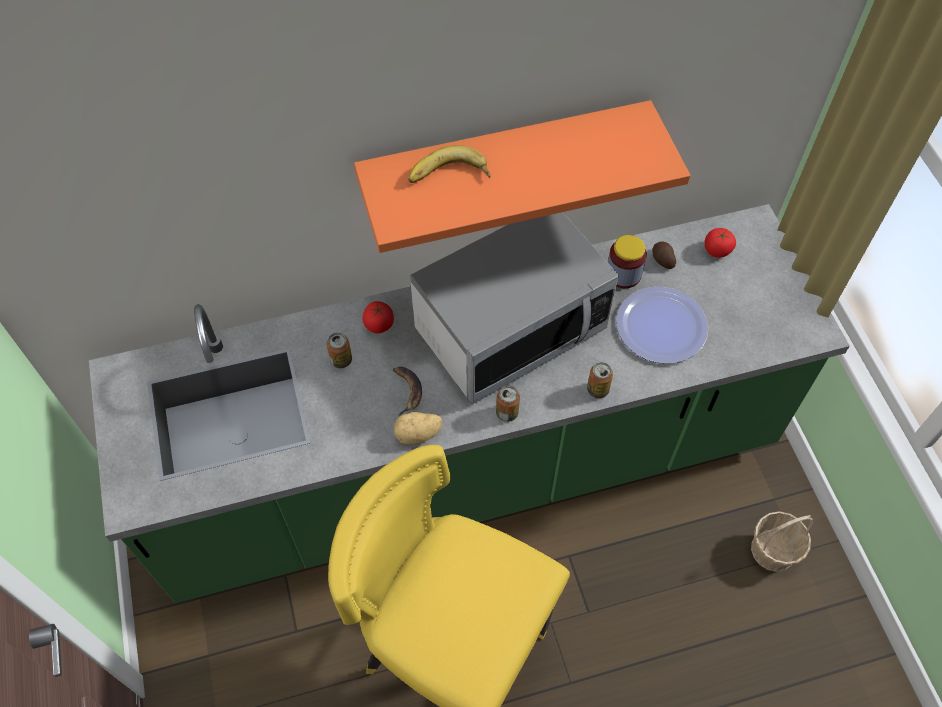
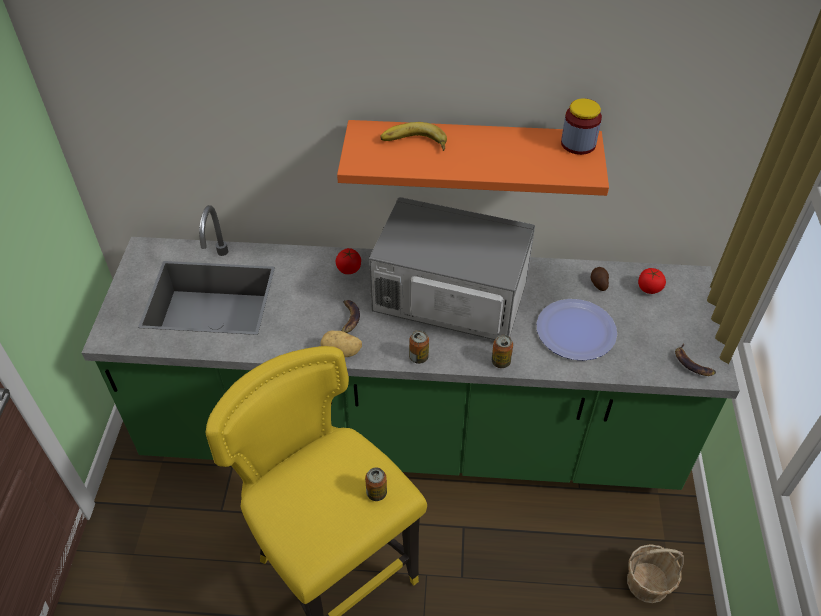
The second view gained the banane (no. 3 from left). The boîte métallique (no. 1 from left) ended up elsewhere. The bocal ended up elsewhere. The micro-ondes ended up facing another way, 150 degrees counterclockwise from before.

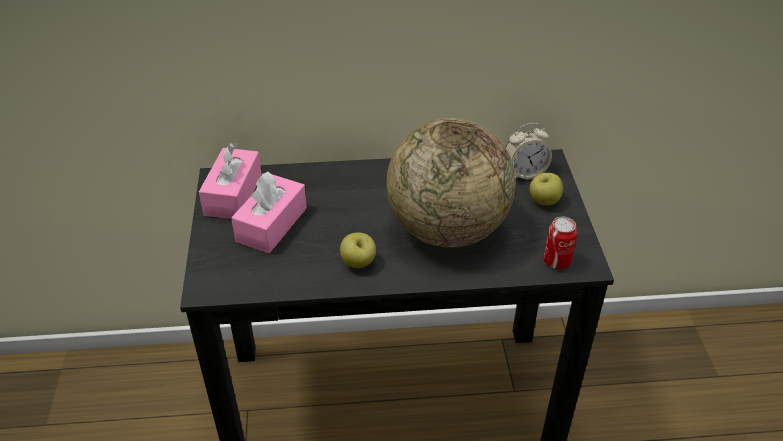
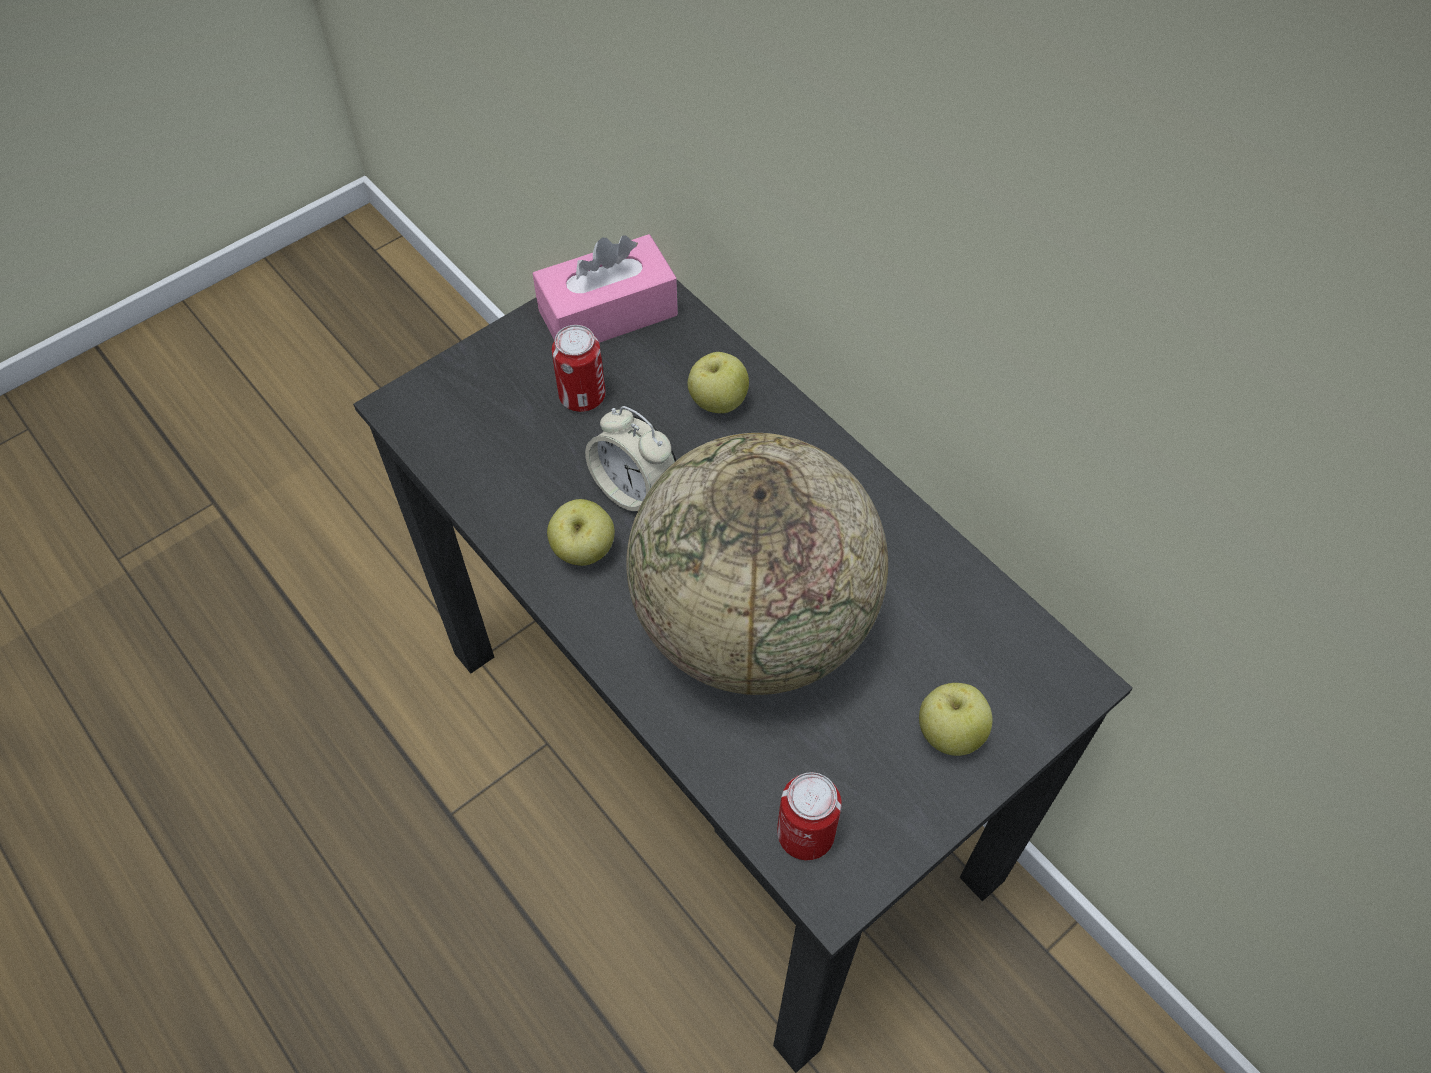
The second view gained the pomme (no. 2 from left). The réveil ended up elsewhere. Where the boîte à mouchoirs [rose] (no. 2 from left) stood, the boîte métallique (no. 1 from left) came to stand.

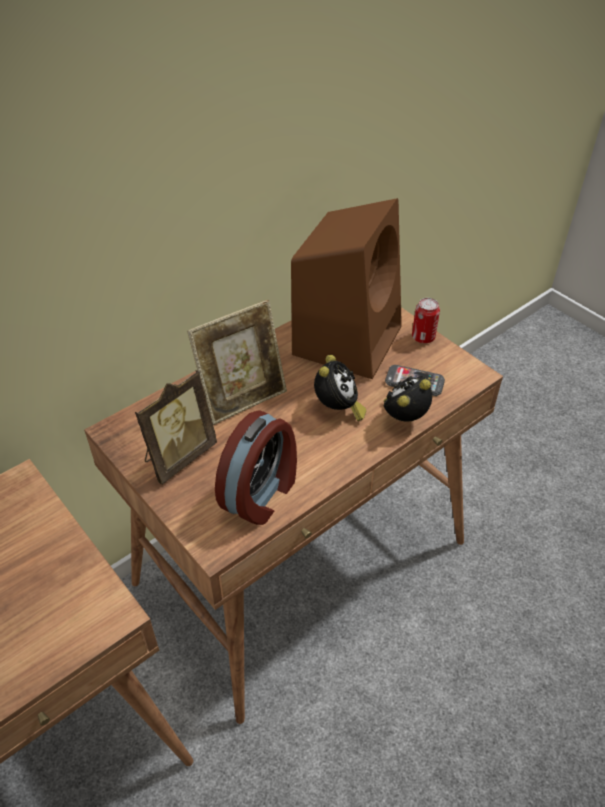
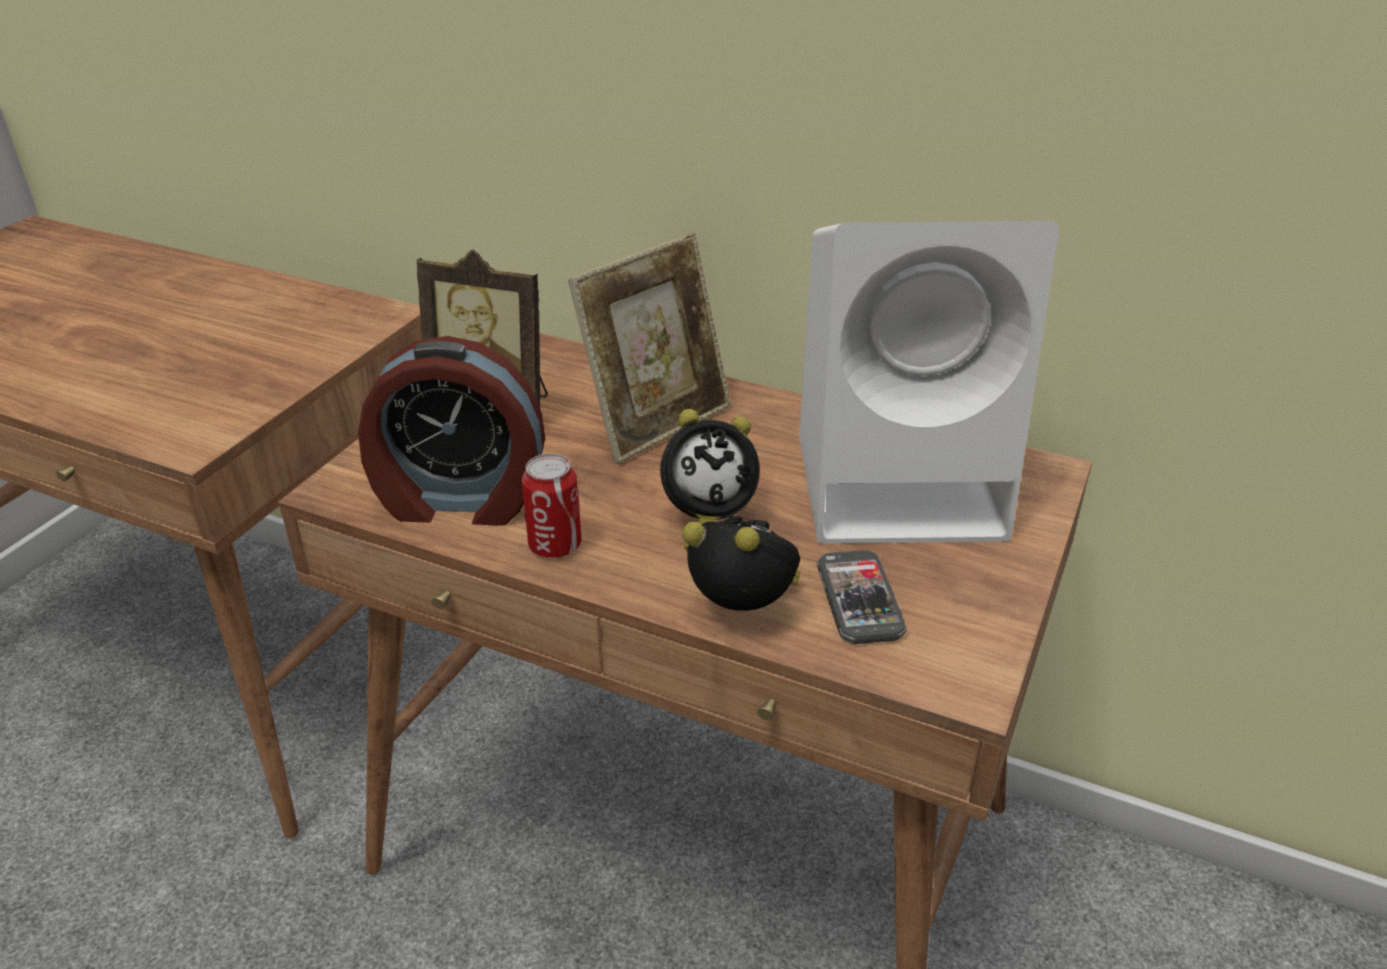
The boîte métallique ended up elsewhere. What was the enceinte [marron] turned into the enceinte [blanc]. The cadre photo (no. 2 from left) ended up facing another way, 75 degrees counterclockwise from before.

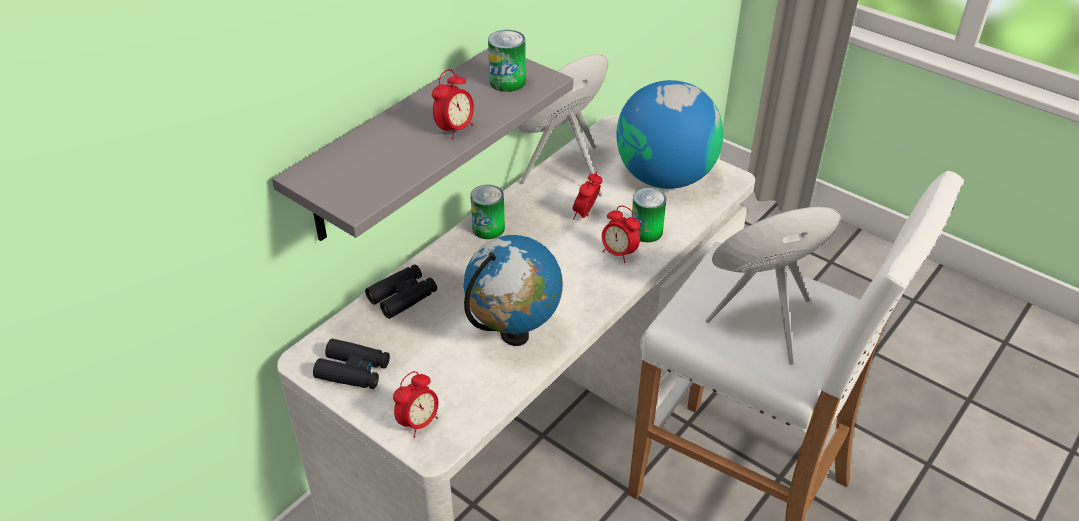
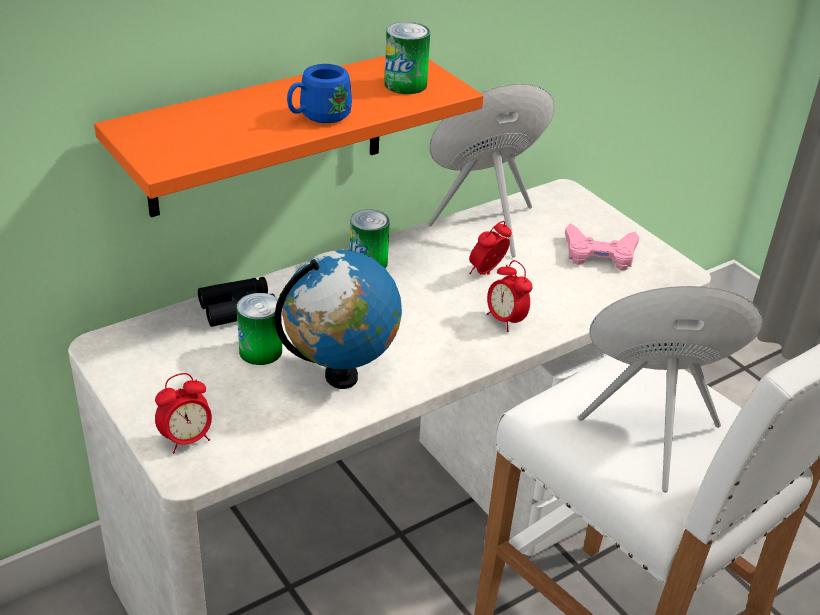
The second view lost the jumelles [noir] (no. 1 from left). The boîte métallique (no. 3 from left in the first image) ended up elsewhere. Where the réveil (no. 2 from left) stood, the mug [bleu] came to stand. Where the globe (no. 2 from left) stood, the manette [rose] came to stand. What was the étagère [gris] turned into the étagère [orange].

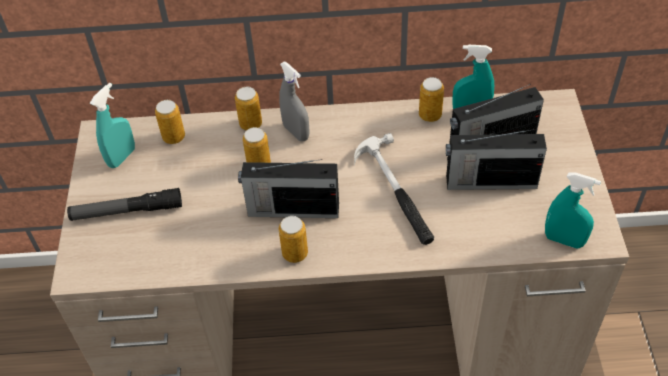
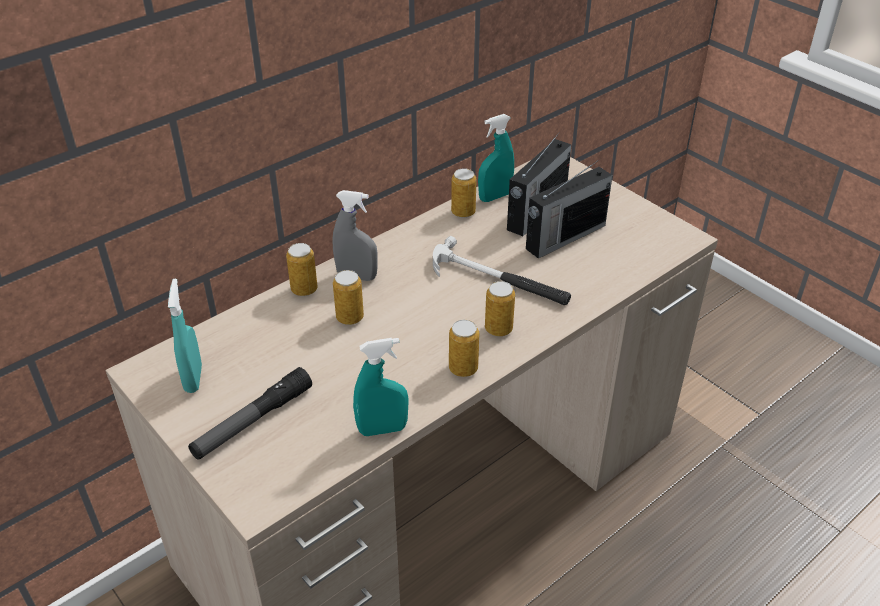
The second view lost the radio (no. 1 from left). The boîte métallique (no. 1 from left in the first image) ended up elsewhere. The vaporisateur [turquoise] (no. 3 from left in the first image) ended up elsewhere.

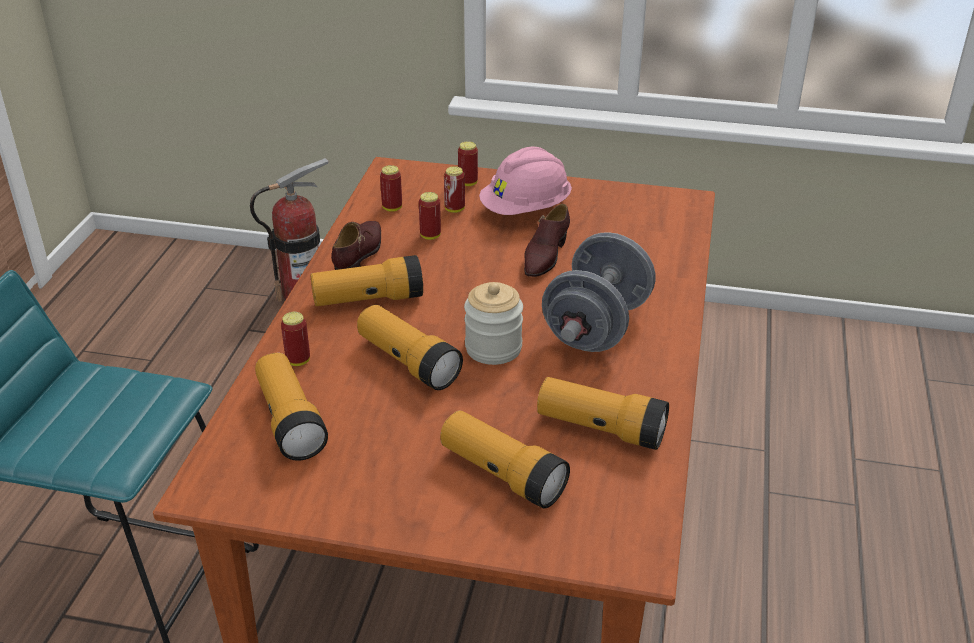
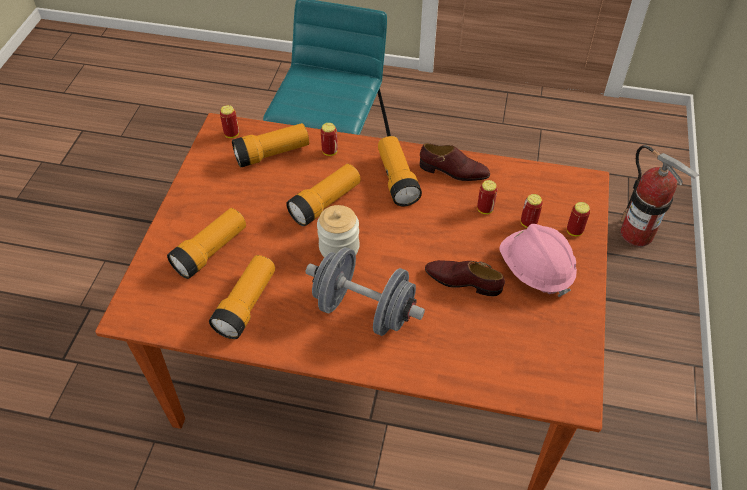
The boîte métallique (no. 2 from left in the first image) ended up elsewhere.

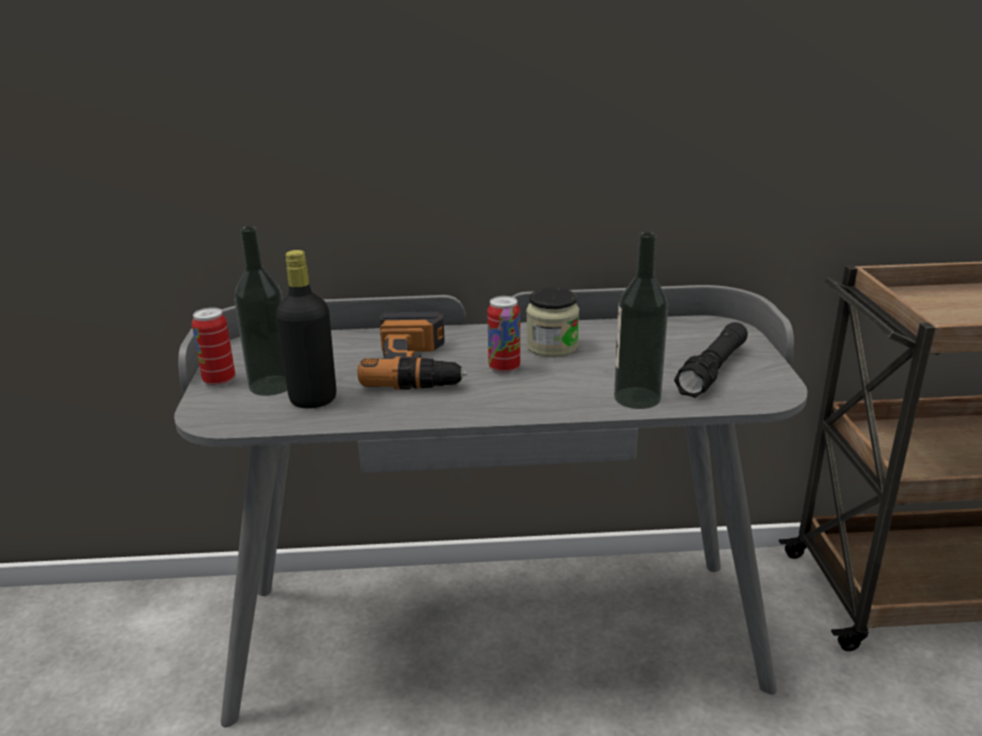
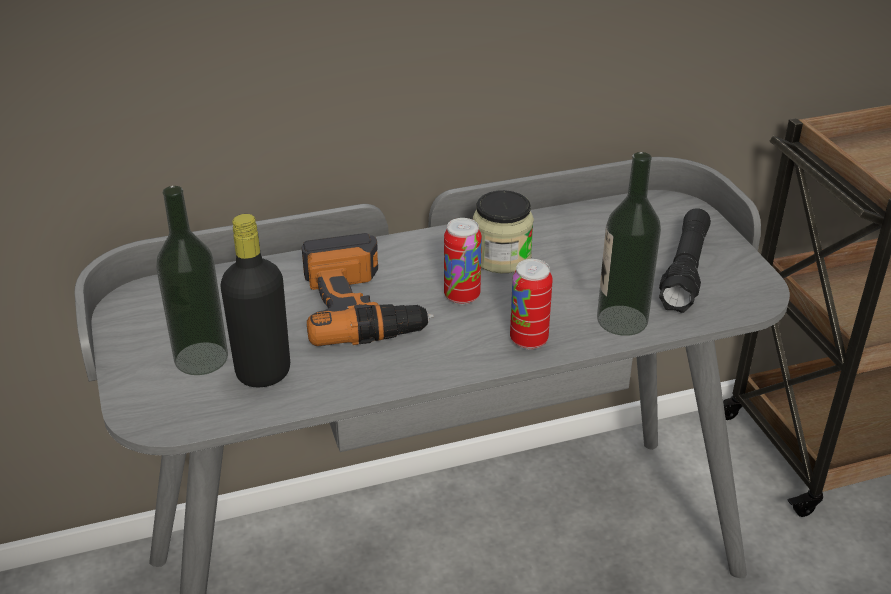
The boîte métallique (no. 1 from left in the first image) ended up elsewhere.

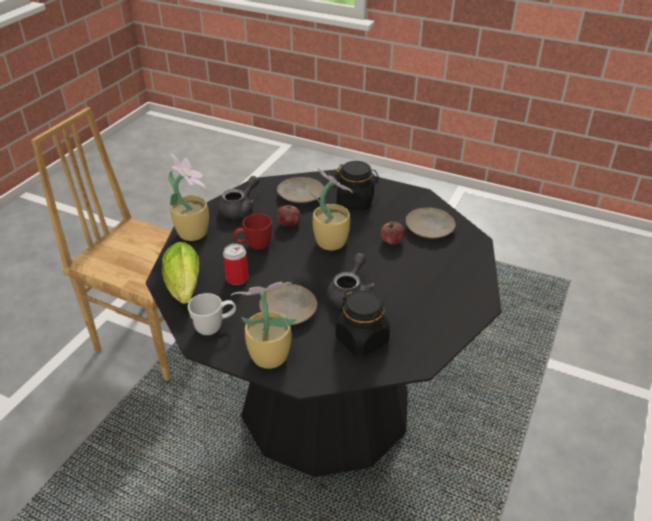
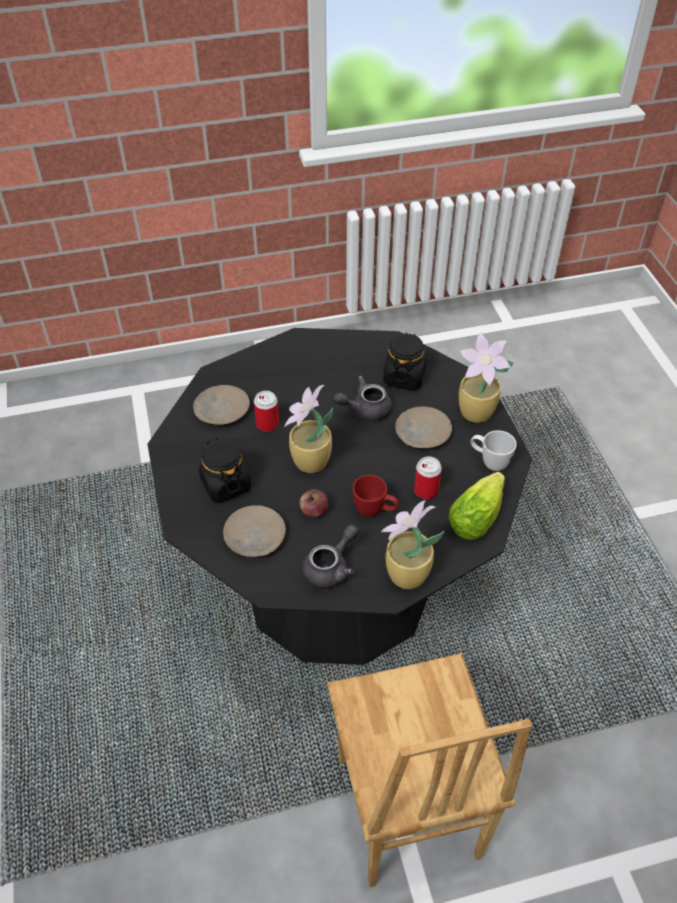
Where the pomme (no. 2 from left) stood, the boîte métallique (no. 1 from left) came to stand. The théière [gris] (no. 1 from left) ended up facing another way, 135 degrees clockwise from before.

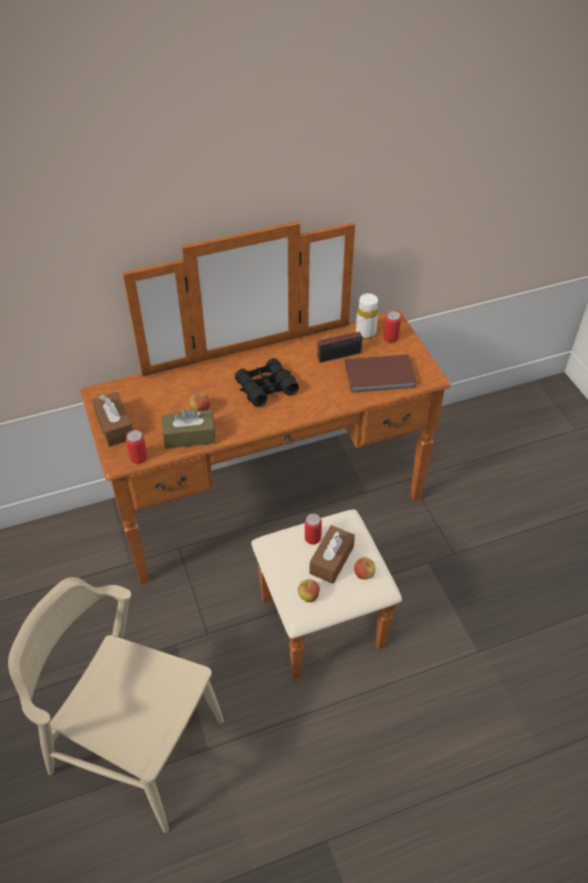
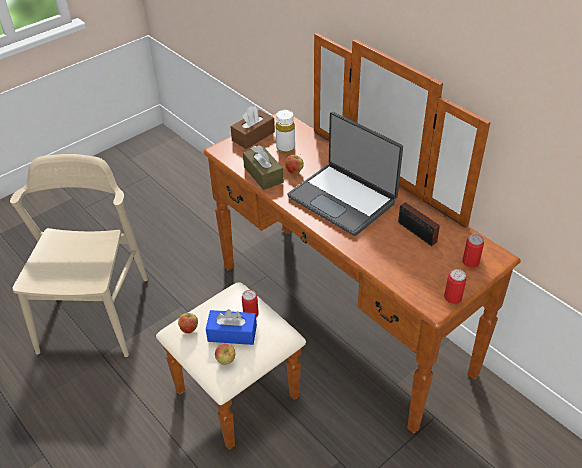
The second view lost the livre [marron]. The boîte métallique (no. 1 from left in the first image) ended up elsewhere. The bouteille [blanc] ended up elsewhere. Where the jumelles [noir] stood, the ordinateur portable came to stand. What was the boîte à mouchoirs [marron] (no. 3 from left) turned into the boîte à mouchoirs [bleu].

